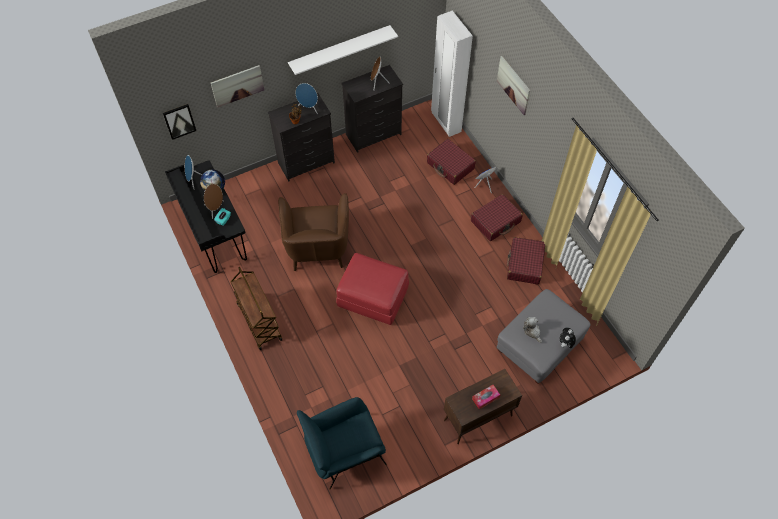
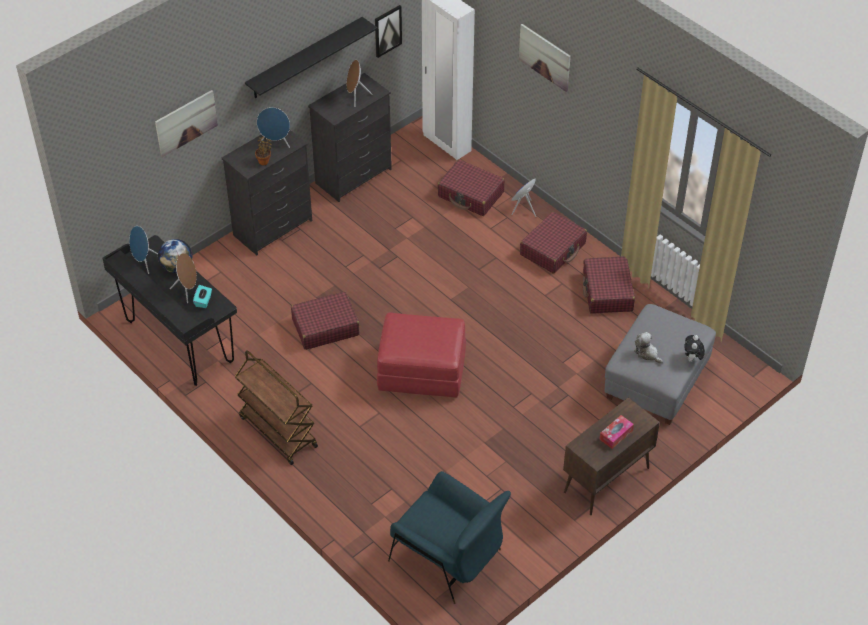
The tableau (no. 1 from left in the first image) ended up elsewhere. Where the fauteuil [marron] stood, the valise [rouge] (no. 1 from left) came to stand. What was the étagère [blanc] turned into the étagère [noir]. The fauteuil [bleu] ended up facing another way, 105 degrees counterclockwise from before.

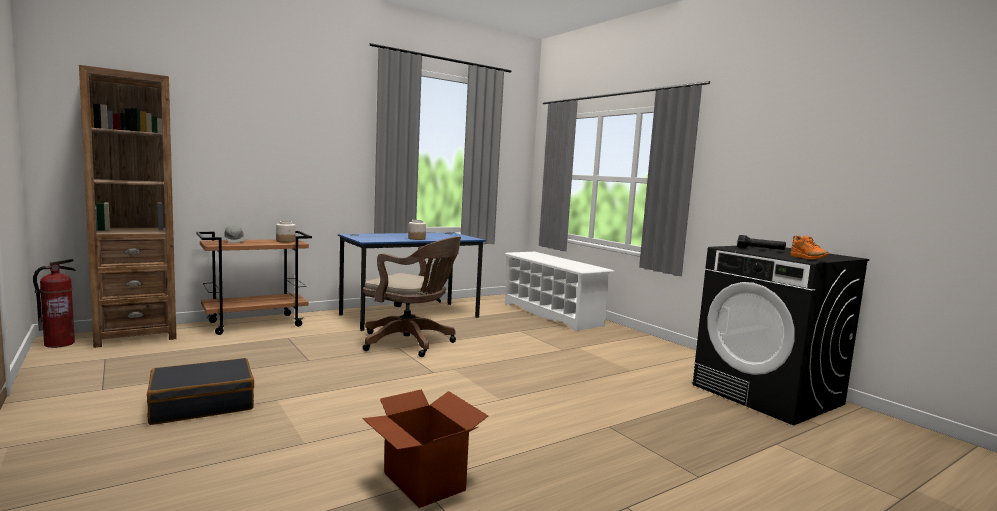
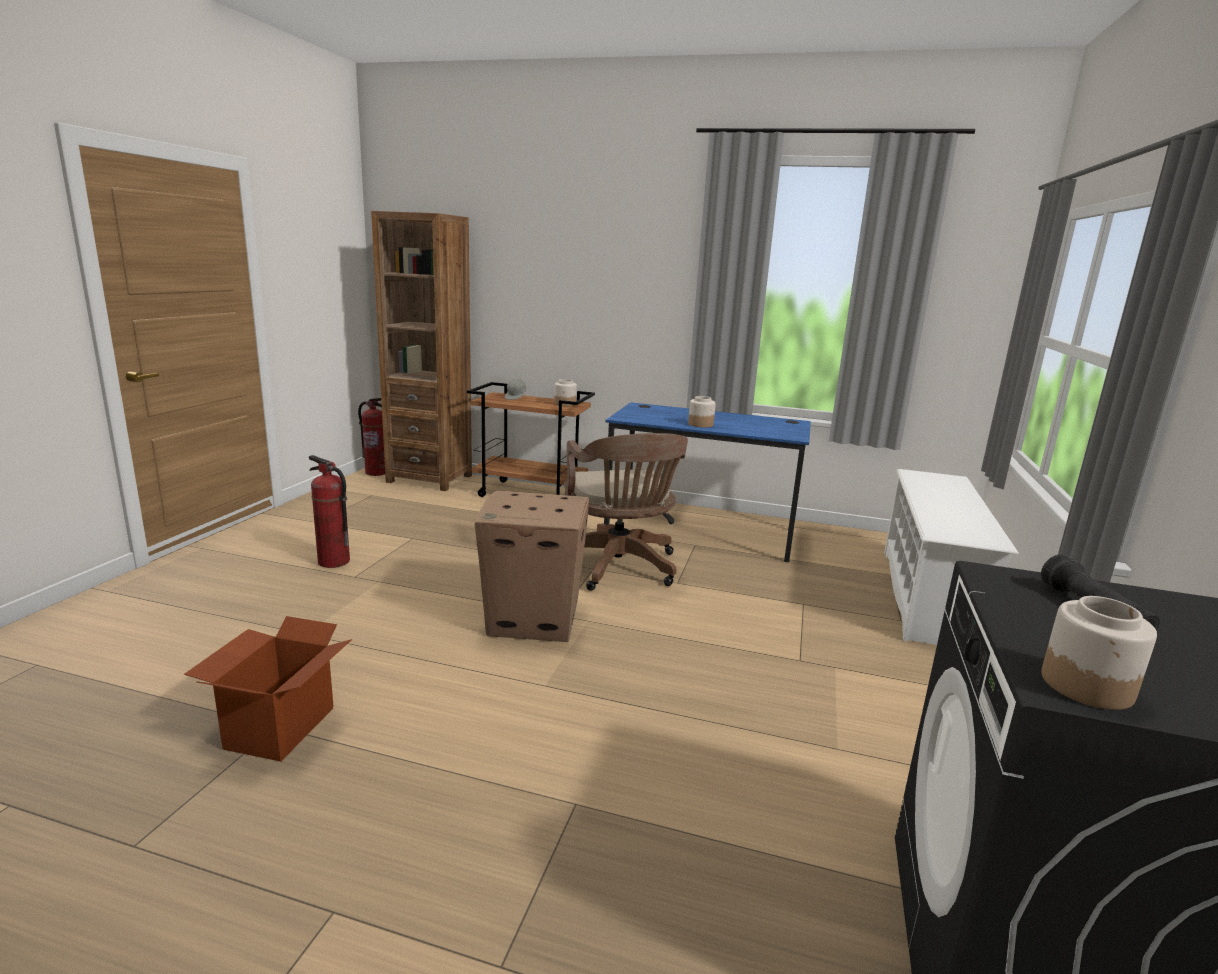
The second view gained the carton (no. 2 from left). Where the valise [noir] stood, the extincteur (no. 1 from left) came to stand. Where the chaussure [orange] stood, the bocal (no. 3 from left) came to stand.

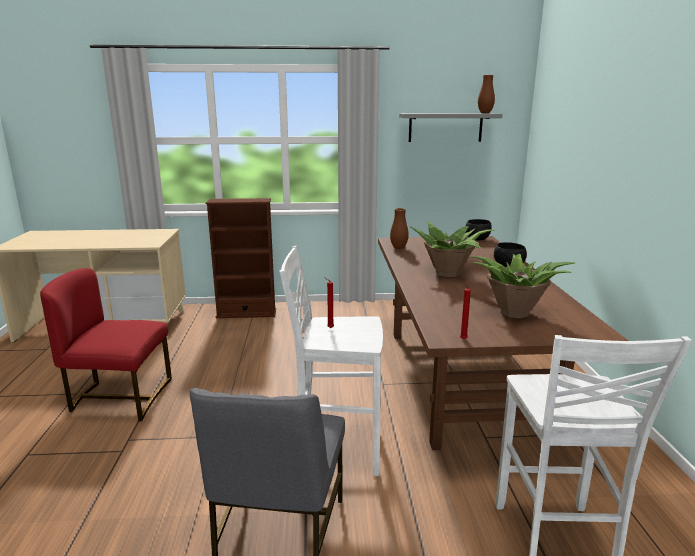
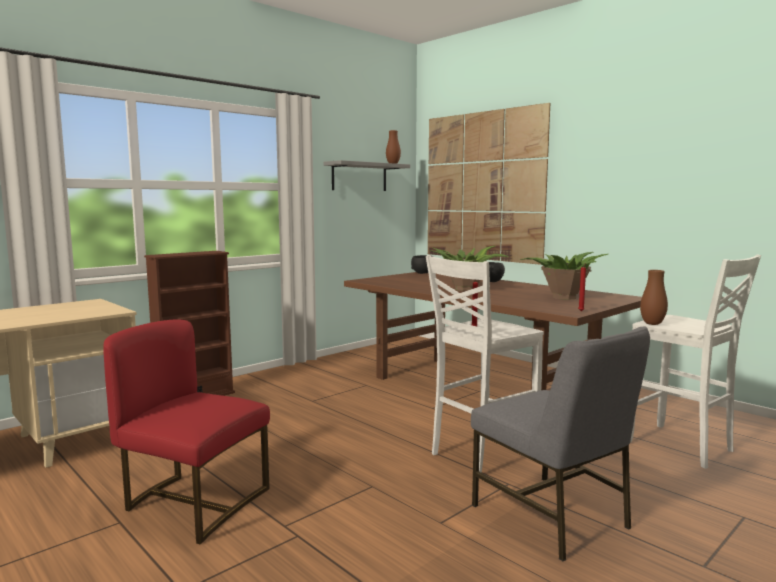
The second view gained the tableau. The vase [marron] (no. 1 from left in the first image) ended up elsewhere. The chaise [rouge] ended up facing another way, 60 degrees clockwise from before.

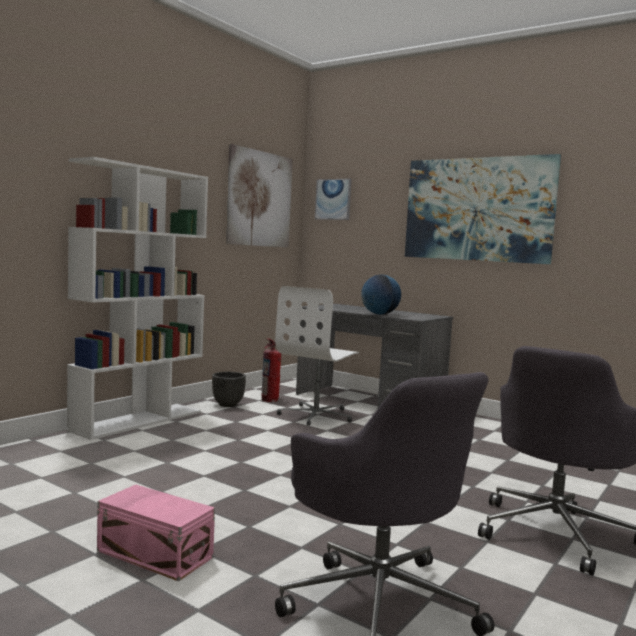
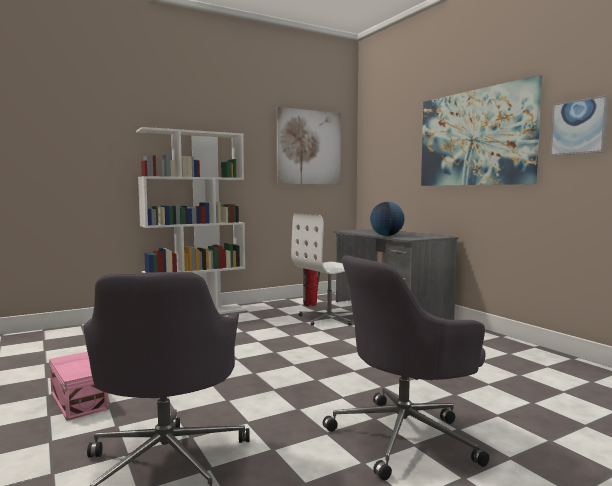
The second view lost the cache-pot [noir]. The tableau (no. 2 from left in the first image) ended up elsewhere.

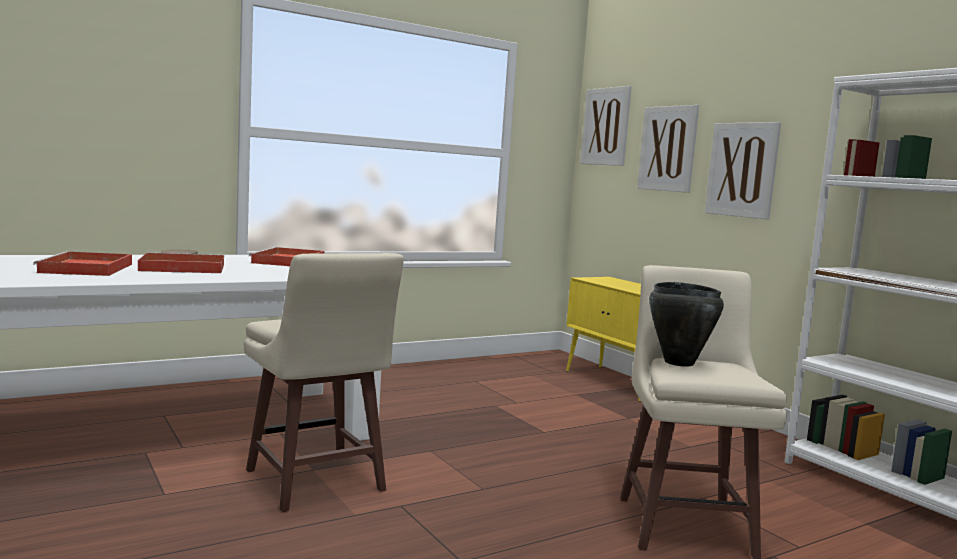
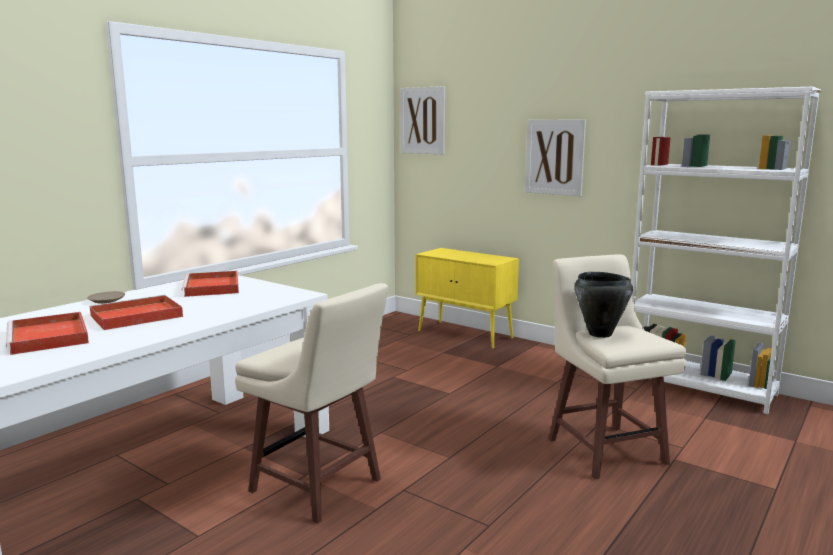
The second view lost the tableau (no. 2 from left).

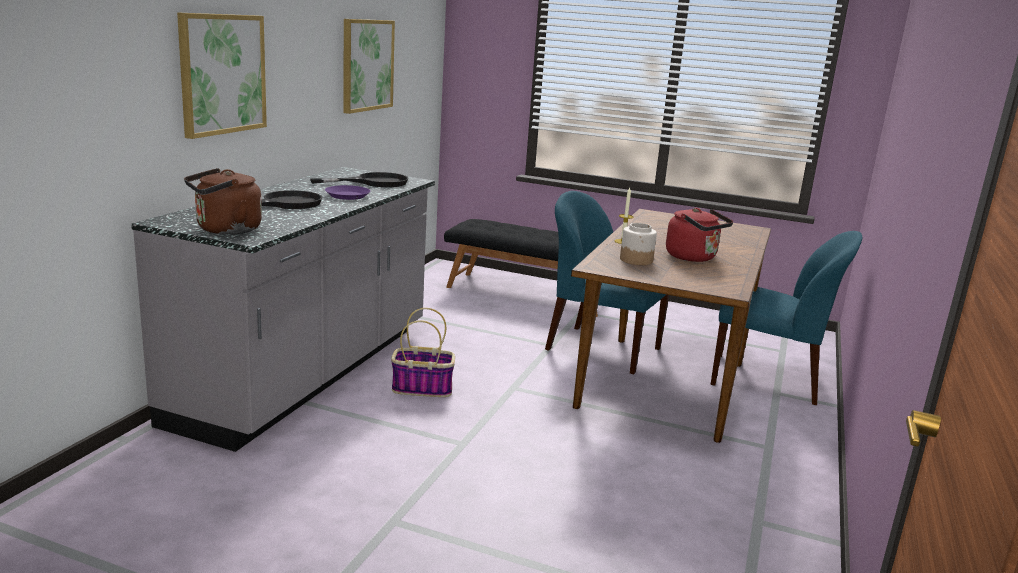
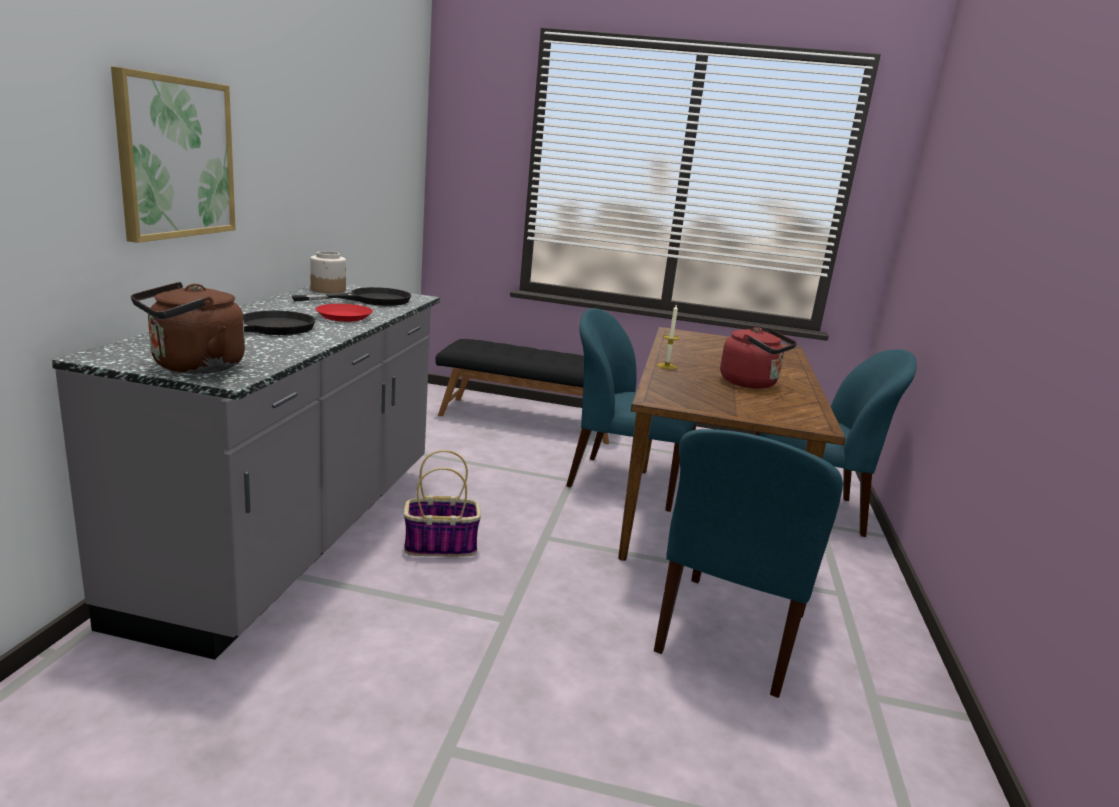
The second view lost the tableau (no. 2 from left). The second view gained the chaise [bleu] (no. 2 from left). The bocal ended up elsewhere. What was the assiette [violet] turned into the assiette [rouge].

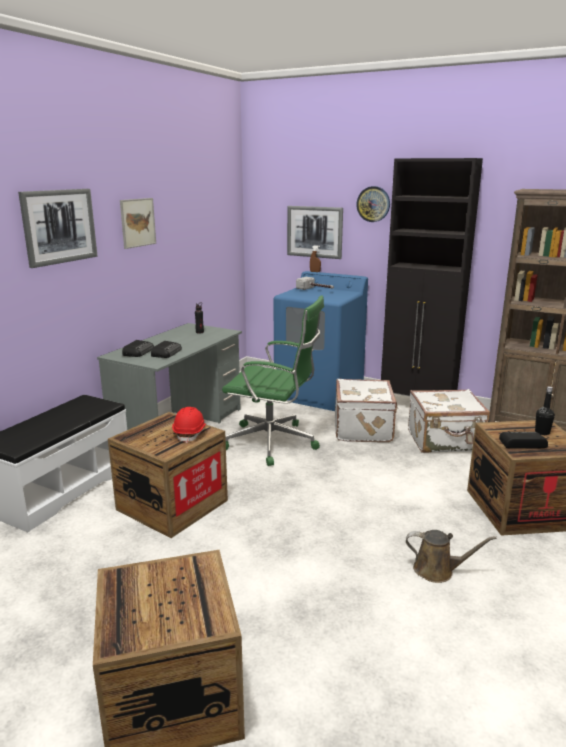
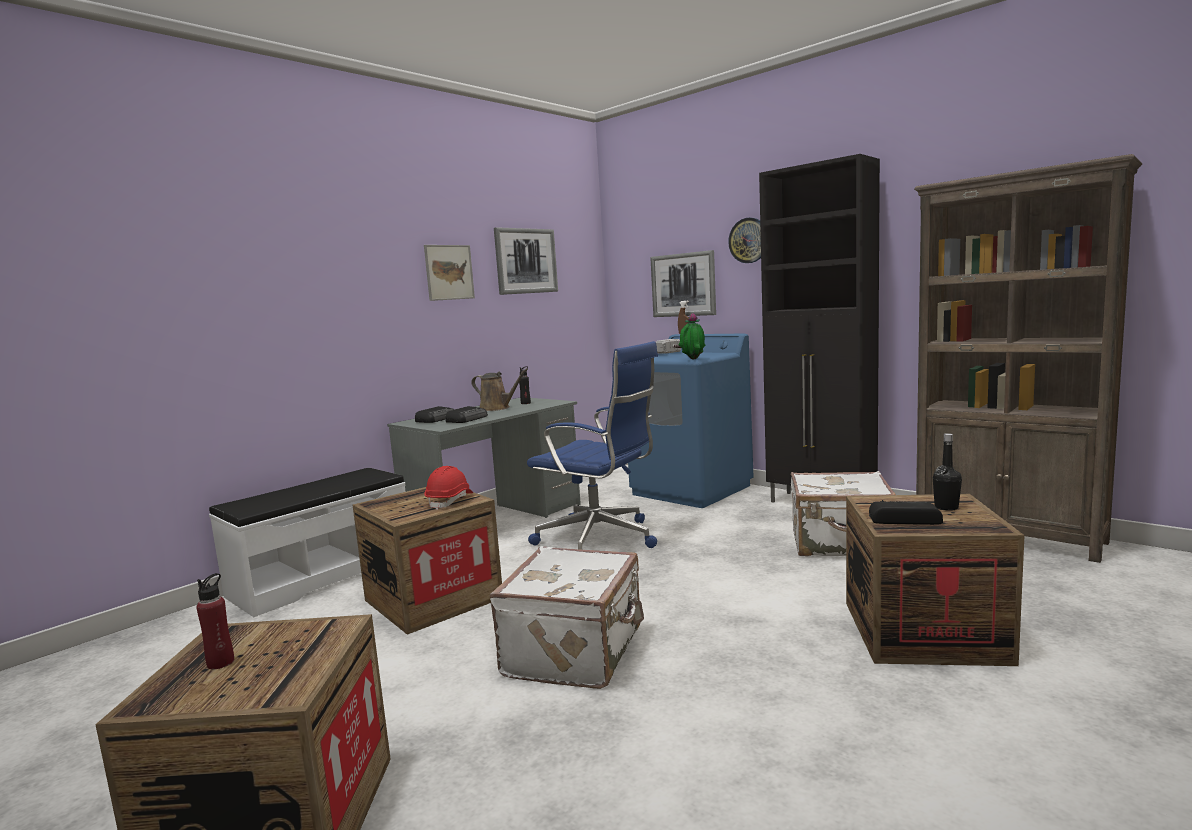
The second view gained the bouteille [rouge]. The second view gained the plante en pot. The tableau (no. 1 from left in the first image) ended up elsewhere. The valise [blanc] (no. 1 from left) ended up elsewhere. The arrosoir [marron] ended up elsewhere. What was the chaise de bureau [vert] turned into the chaise de bureau [bleu].

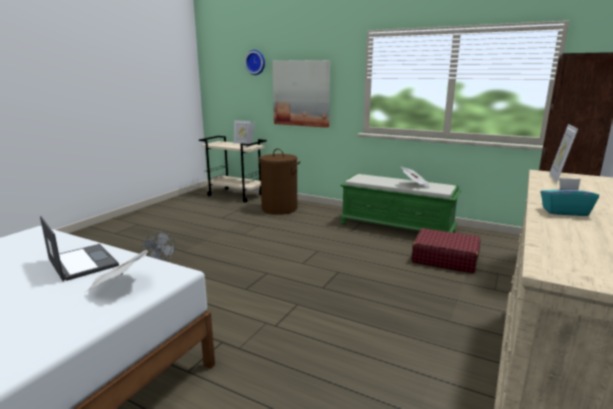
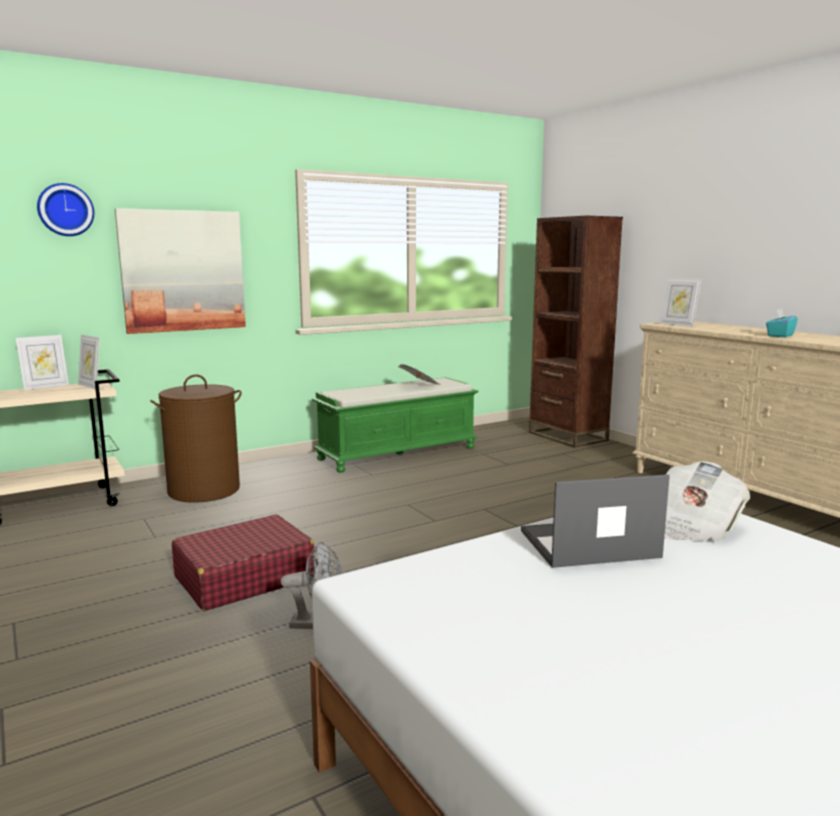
The valise [rouge] ended up elsewhere.

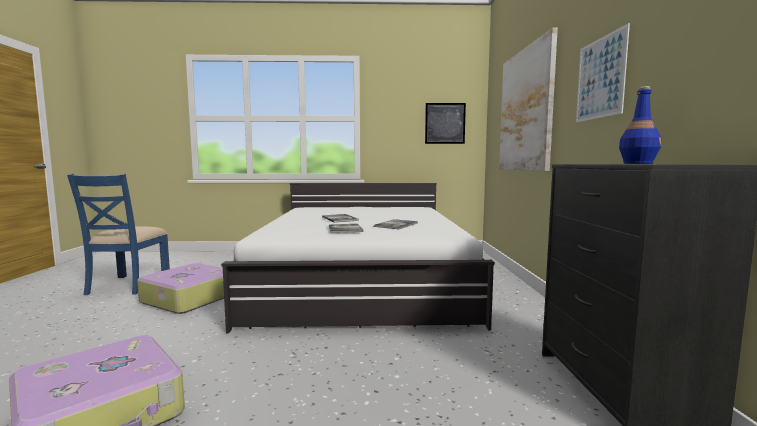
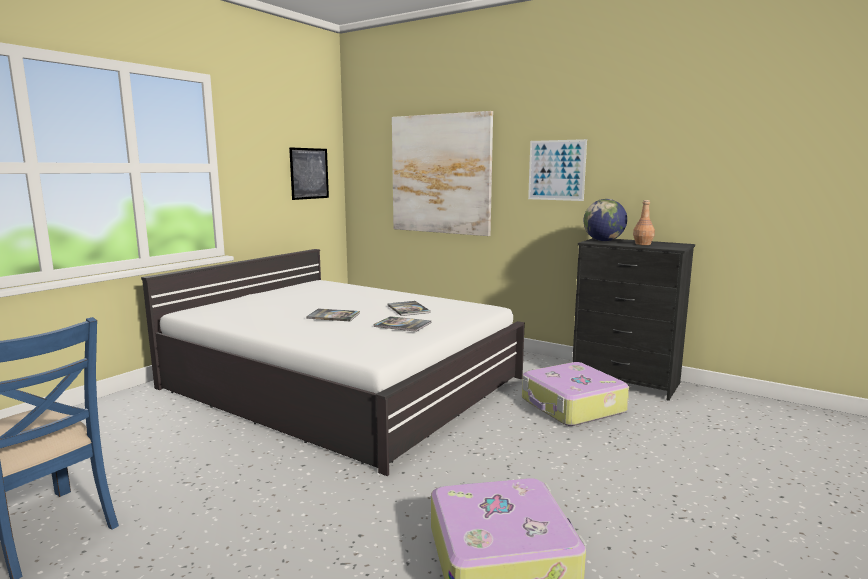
The second view gained the globe. The valise (no. 2 from left) ended up elsewhere. What was the bouteille [bleu] turned into the bouteille [marron].

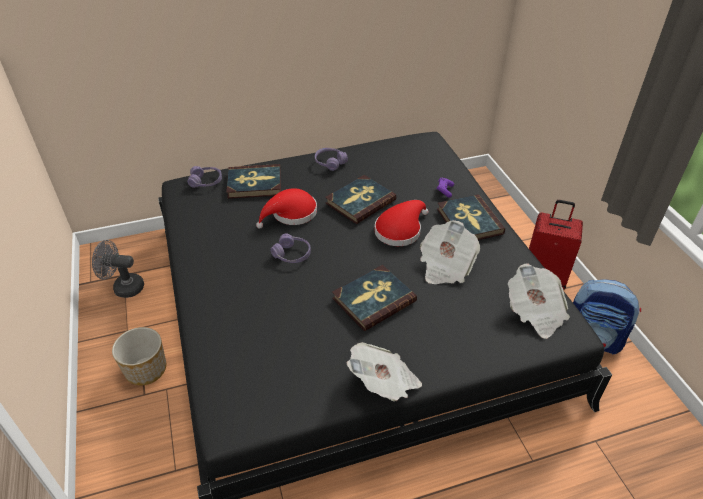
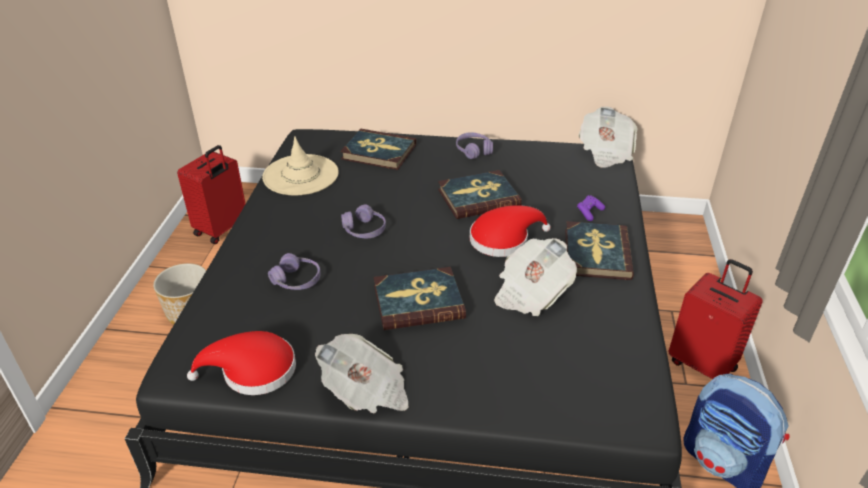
The second view gained the chapeau [beige]. The casque audio [violet] (no. 1 from left) ended up elsewhere. The chapeau [rouge] (no. 1 from left) ended up elsewhere. The journal (no. 3 from left) ended up elsewhere. Where the ventilateur [gris] stood, the valise [rouge] (no. 1 from left) came to stand.

